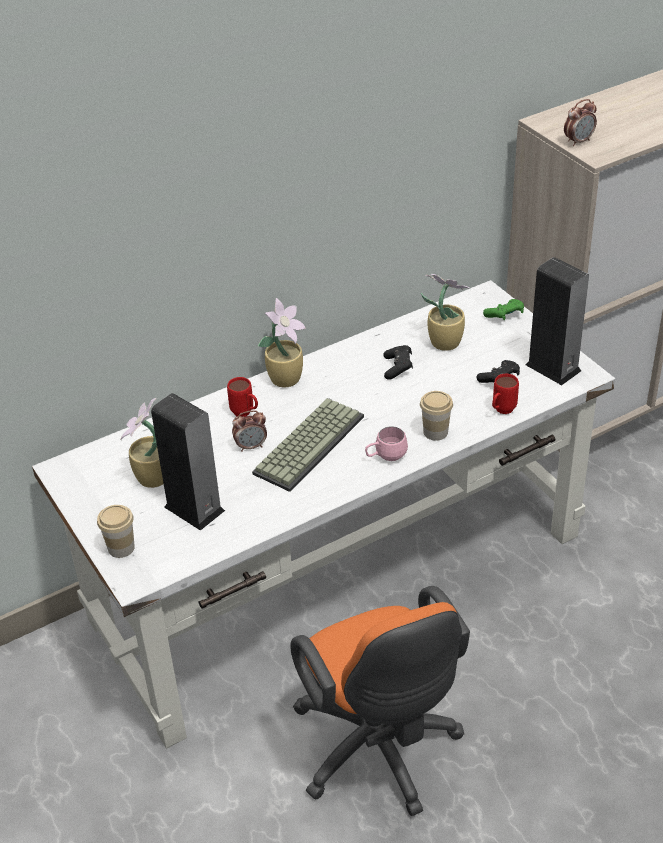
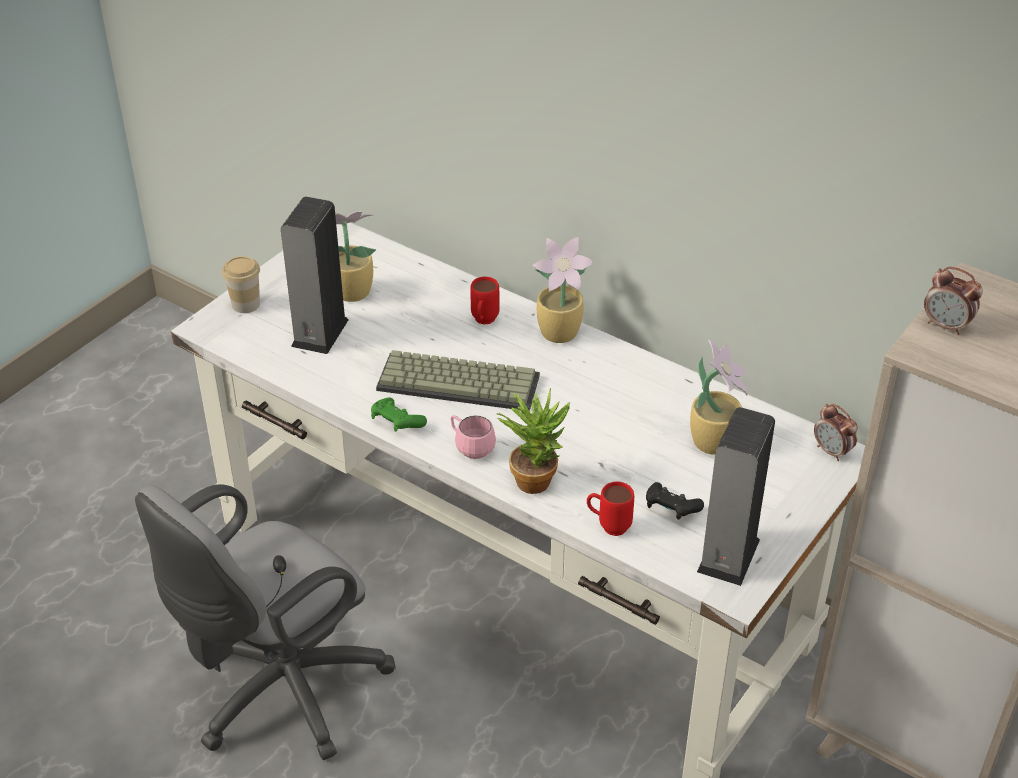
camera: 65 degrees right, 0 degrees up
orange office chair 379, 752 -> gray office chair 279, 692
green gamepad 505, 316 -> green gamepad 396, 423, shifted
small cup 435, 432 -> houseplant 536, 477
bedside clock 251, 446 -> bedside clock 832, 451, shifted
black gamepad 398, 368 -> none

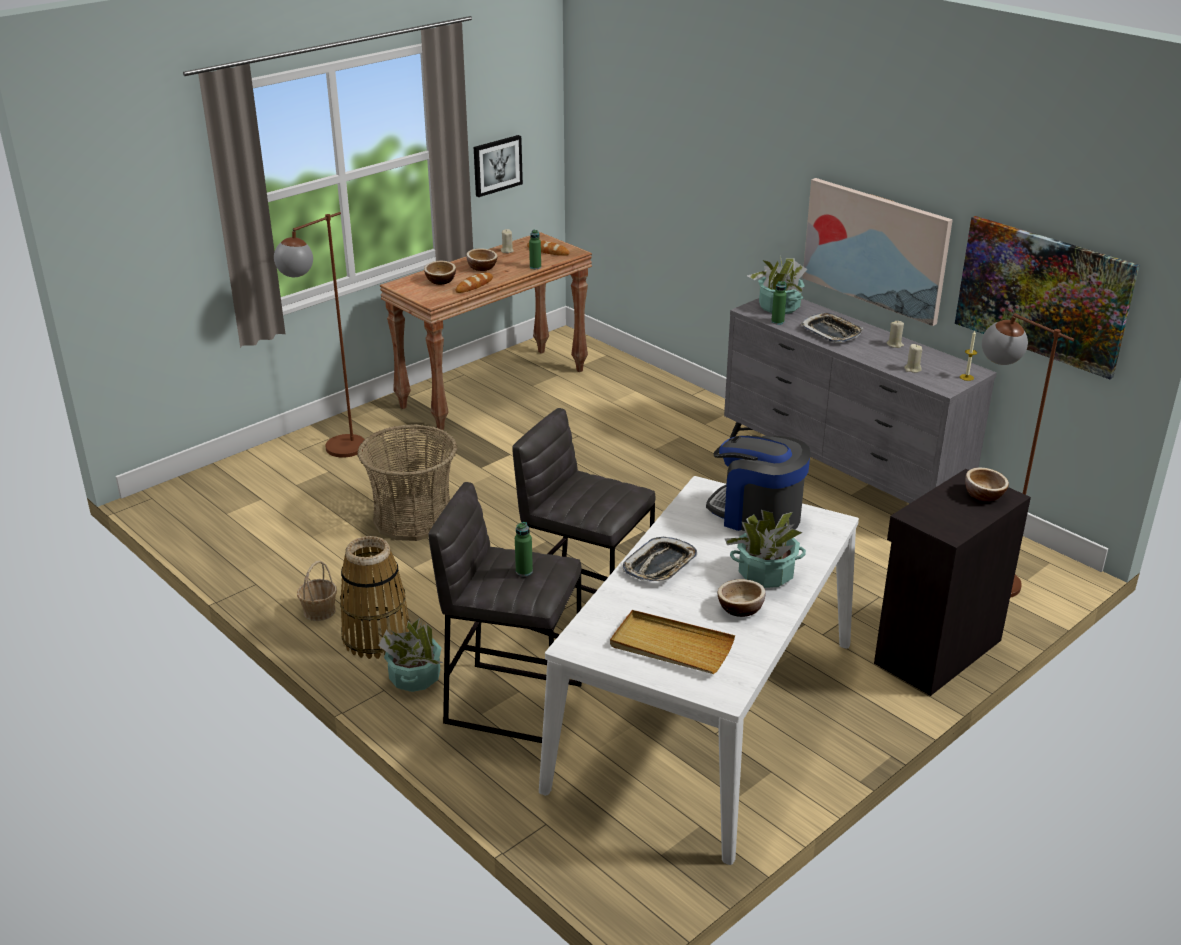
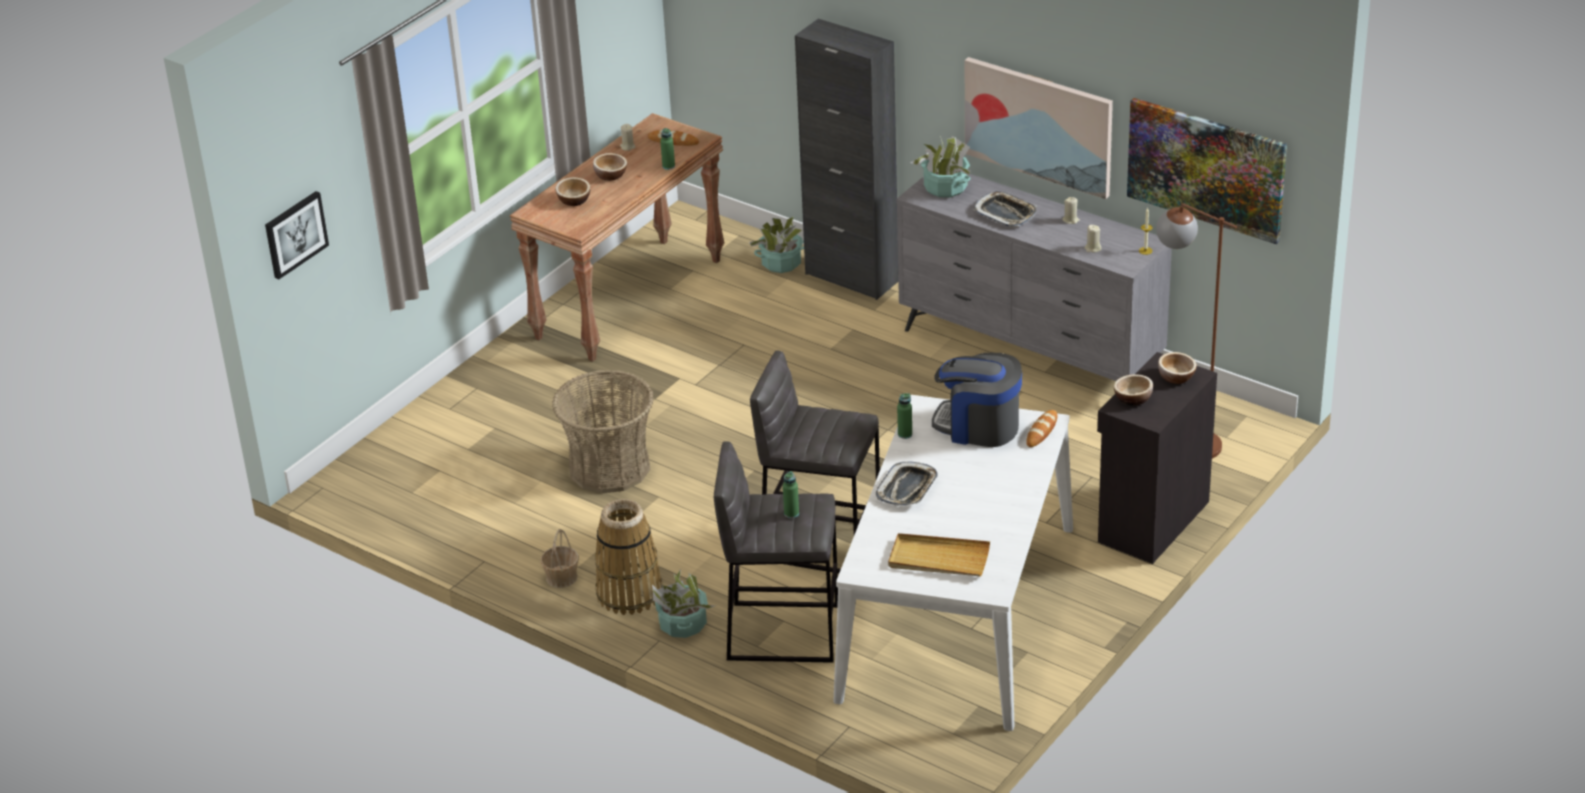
camera: 10 degrees left, 5 degrees up
wall picture 497, 165 -> wall picture 295, 234, shifted
houseplant 766, 574 -> houseplant 781, 263, shifted
none -> black cupboard 851, 277
green bottle 777, 322 -> green bottle 905, 434, shifted
bread 474, 285 -> bread 1042, 431, shifted
deep dish 740, 608 -> deep dish 1133, 399, shifted
brownish standard lamp 335, 453 -> none

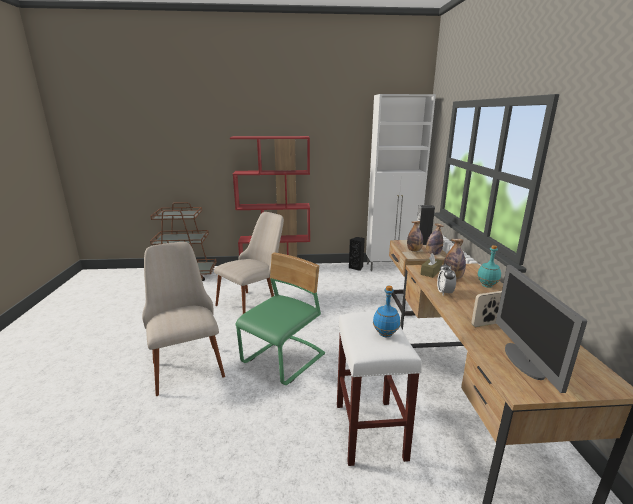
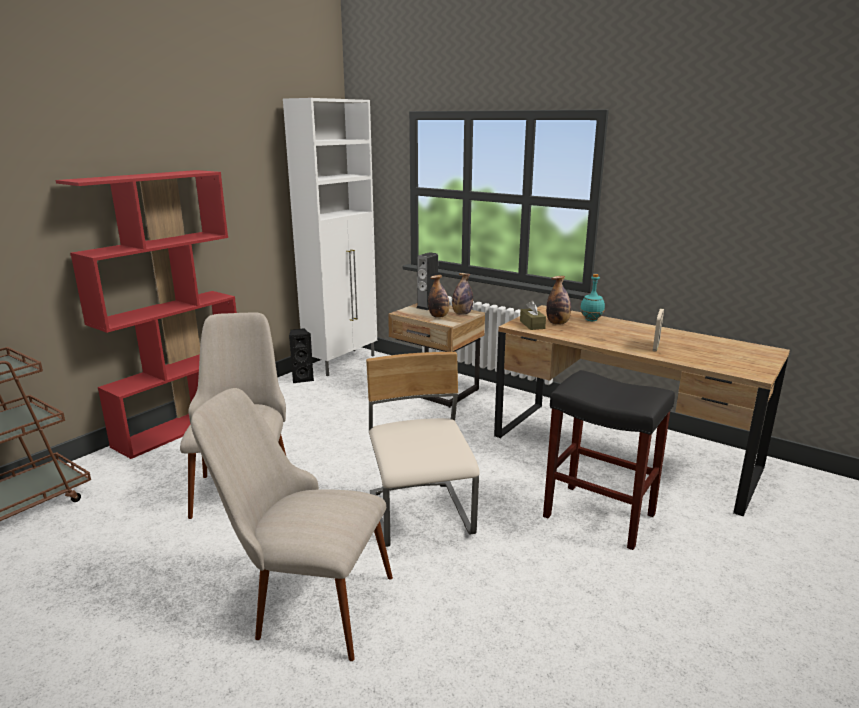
camera: 50 degrees left, 0 degrees up
green plain chair 284, 360 -> sand-coloured plain chair 421, 515
white sitting stool 369, 429 -> black sitting stool 597, 515
blue-coloured bottle 385, 334 -> none
bedside clock 444, 293 -> none
monitor 524, 361 -> none

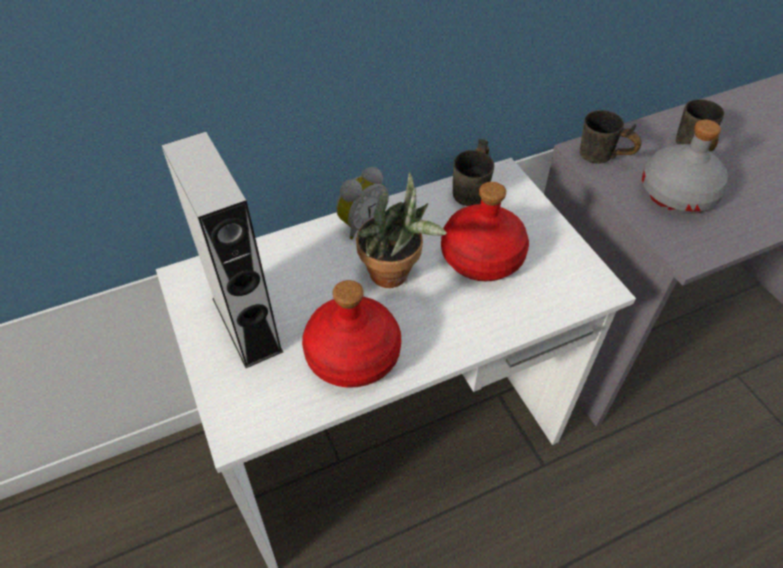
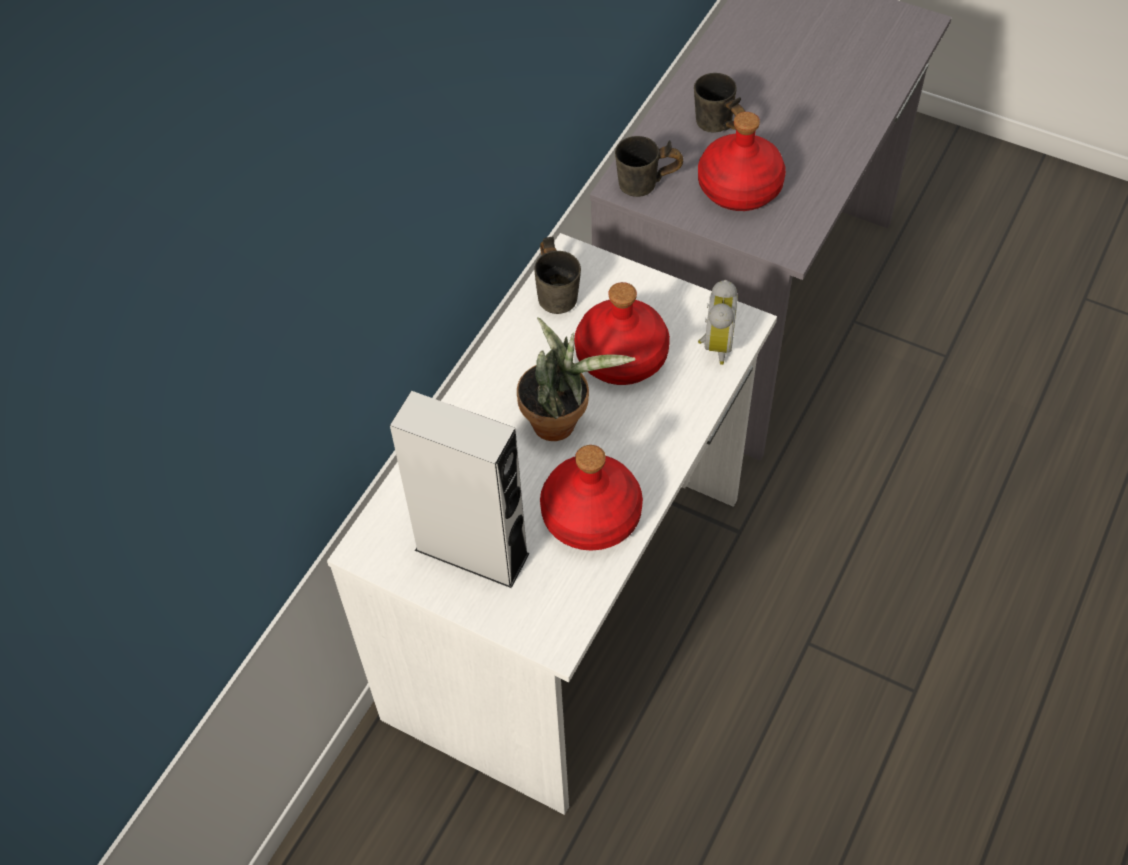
camera: 35 degrees left, 5 degrees up
gray bottle 678, 195 -> red-coloured bottle 740, 188
bedside clock 361, 224 -> bedside clock 714, 344, shifted

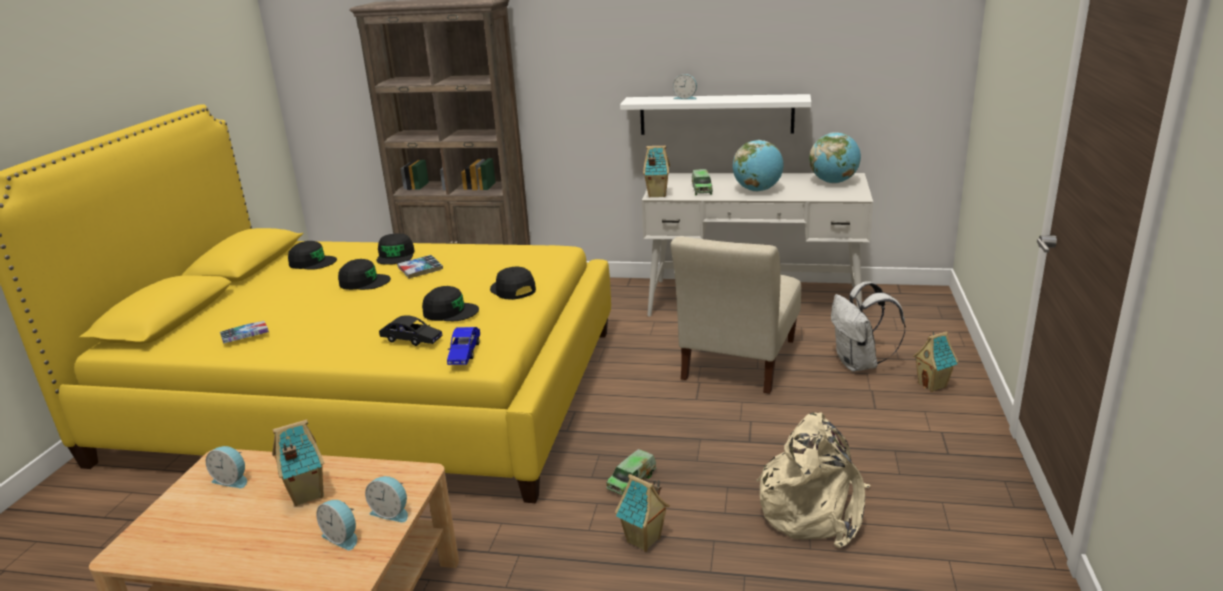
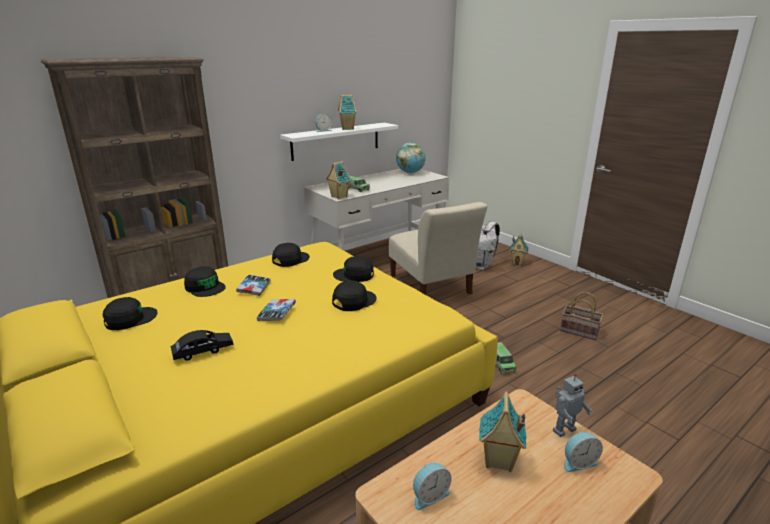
camera: 50 degrees left, 0 degrees up
black toy car 411, 340 -> black toy car 203, 351, shifted
volume 245, 336 -> volume 277, 313, shifted
black cap 364, 282 -> black cap 290, 259, shifted
toy house 644, 541 -> toy house 348, 129, shifted
bedside clock 391, 512 -> toy robot 563, 429
sand-coloured backpack 814, 509 -> household basket 580, 331
blue-coloured toy car 465, 353 -> none
desk globe 757, 190 -> none

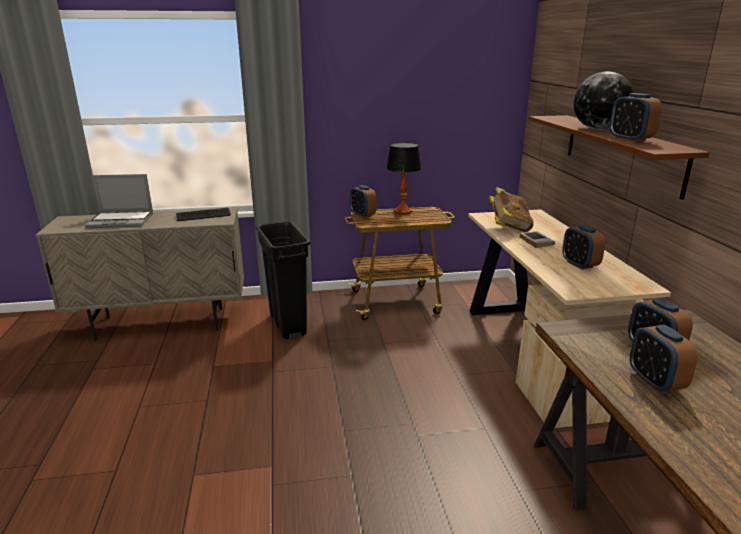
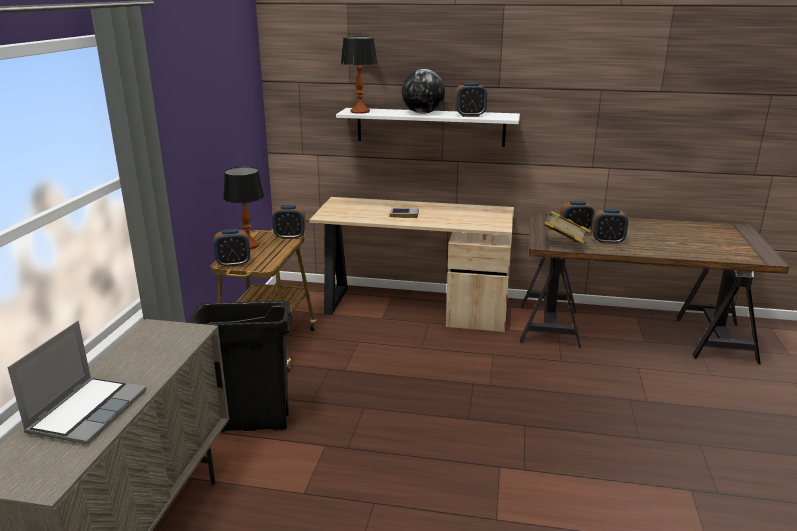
camera: 70 degrees left, 0 degrees up
bedside clock 579, 264 -> bedside clock 290, 237, shifted
brownish wall shelf 621, 152 -> white wall shelf 430, 127
none -> table lamp 360, 111
volume 508, 227 -> volume 563, 245, shifted
keyboard 203, 215 -> none

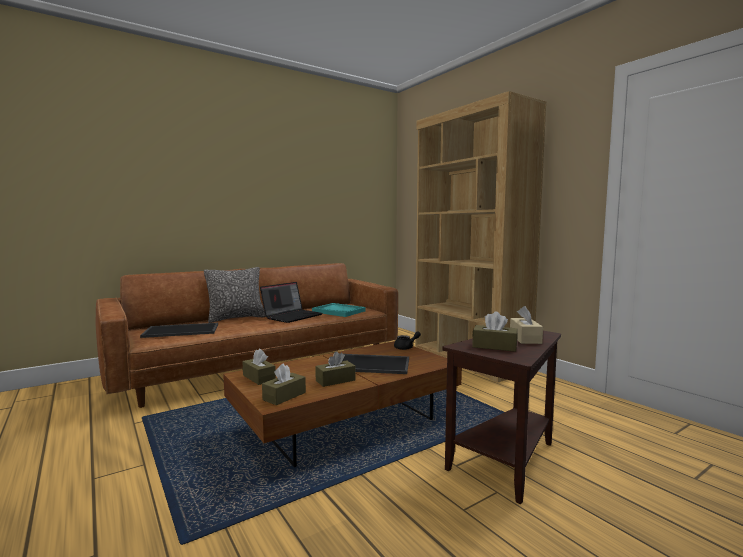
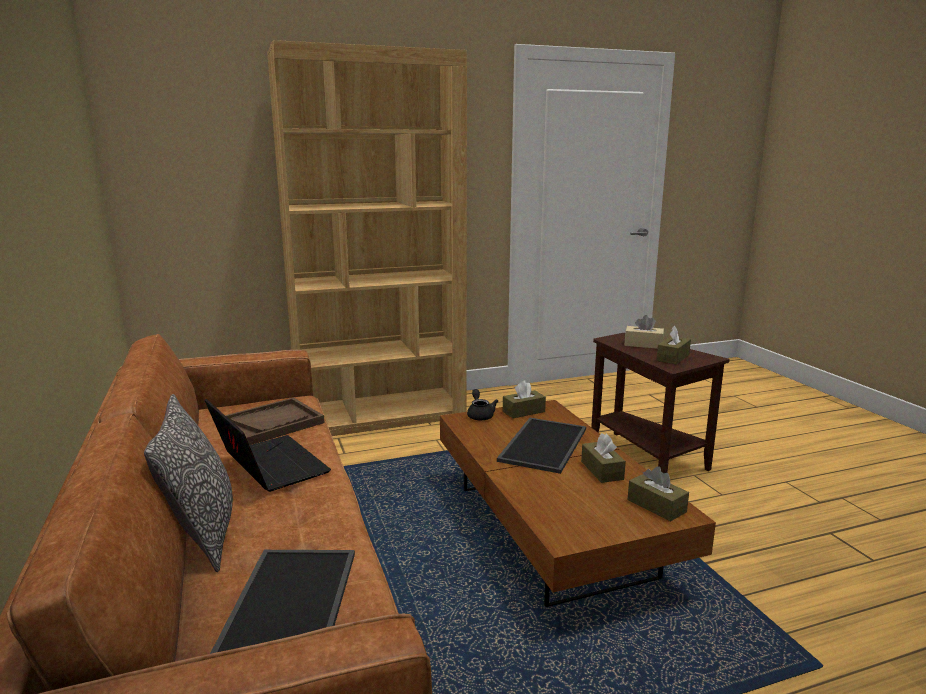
camera: 75 degrees left, 10 degrees up
turquoise-coloured carrying tray 339, 311 -> brownish carrying tray 271, 423
brownish box of tissues 259, 378 -> brownish box of tissues 523, 411, shifted

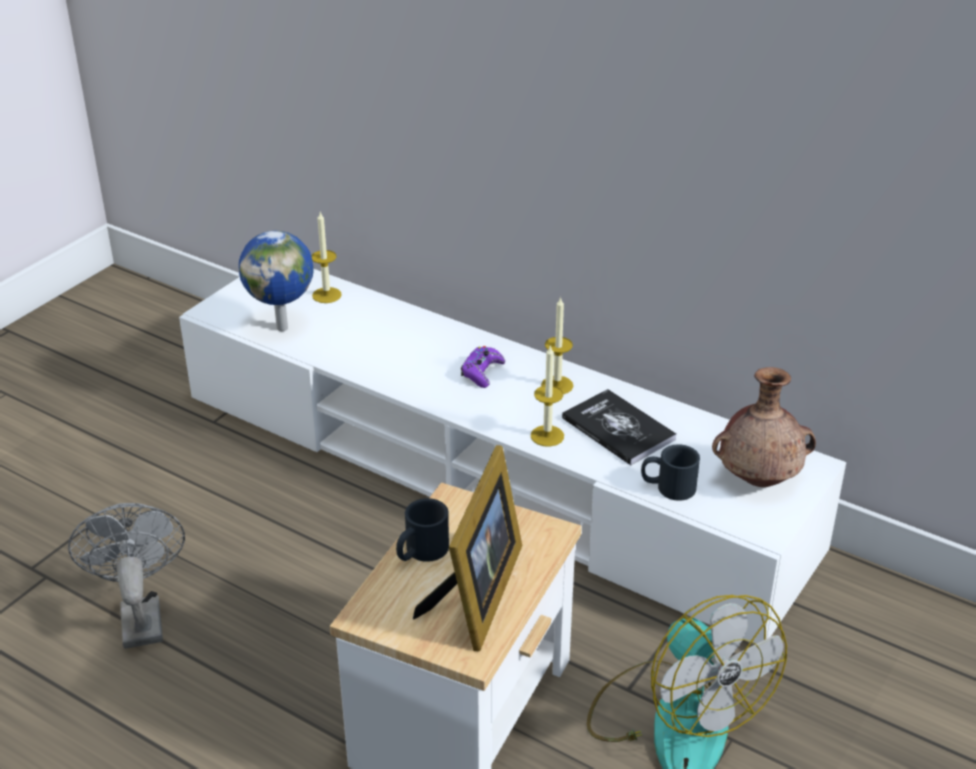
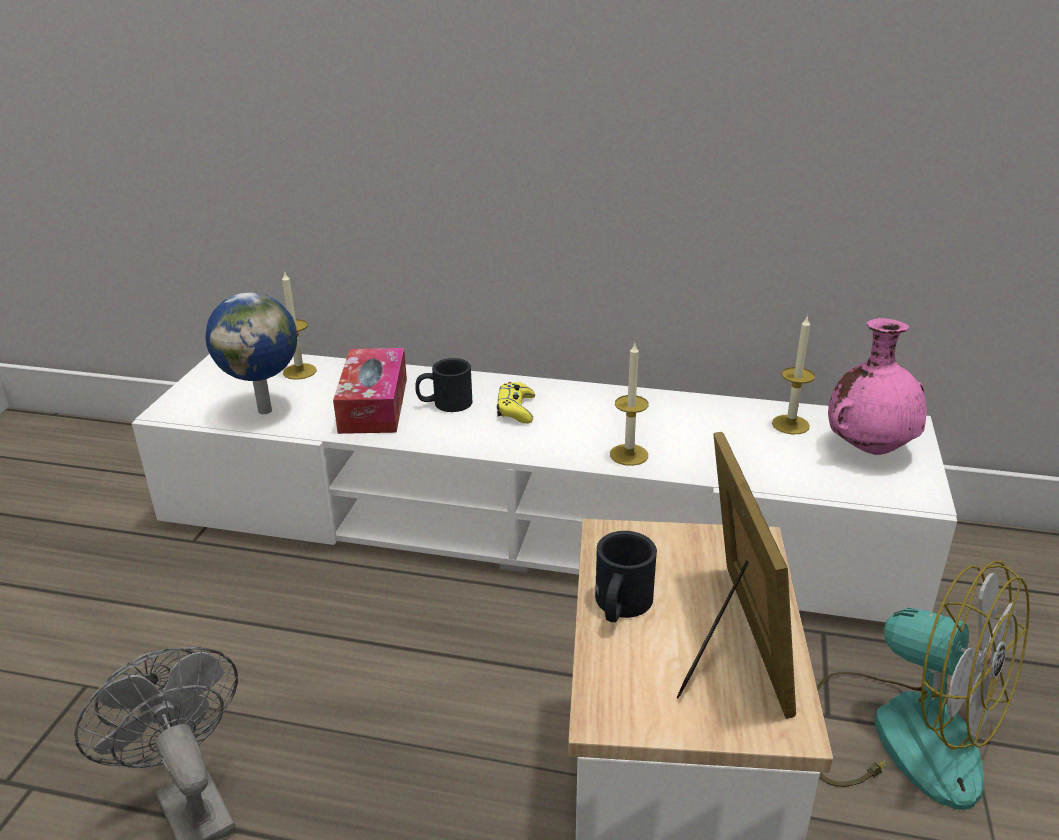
camera: 20 degrees left, 5 degrees down
none -> box of tissues 373, 405
black mug 668, 487 -> black mug 444, 403, shifted
purple-coloured gamepad 482, 372 -> yellow-coloured gamepad 516, 409
wax light 557, 385 -> wax light 790, 424, shifted
brownish vase 759, 479 -> pink-coloured vase 870, 448
volume 618, 429 -> none

